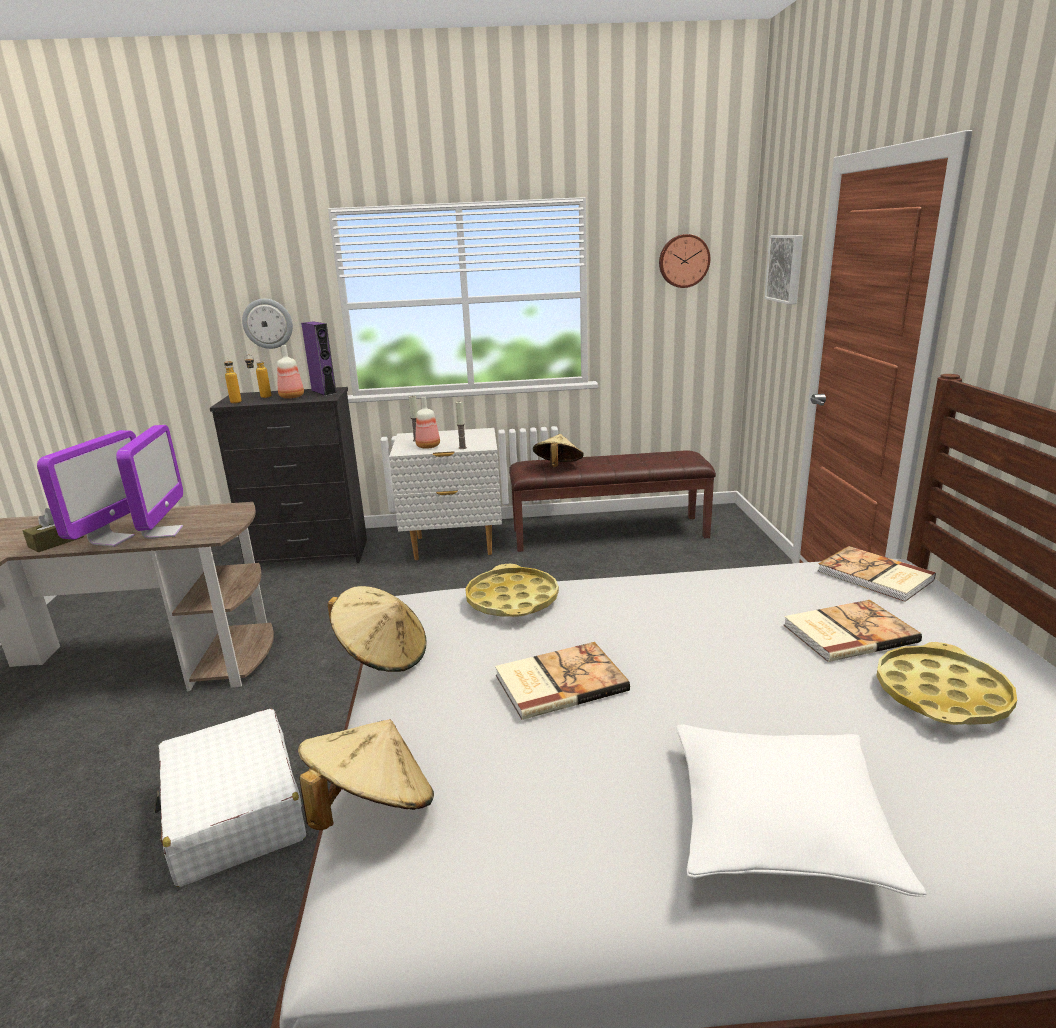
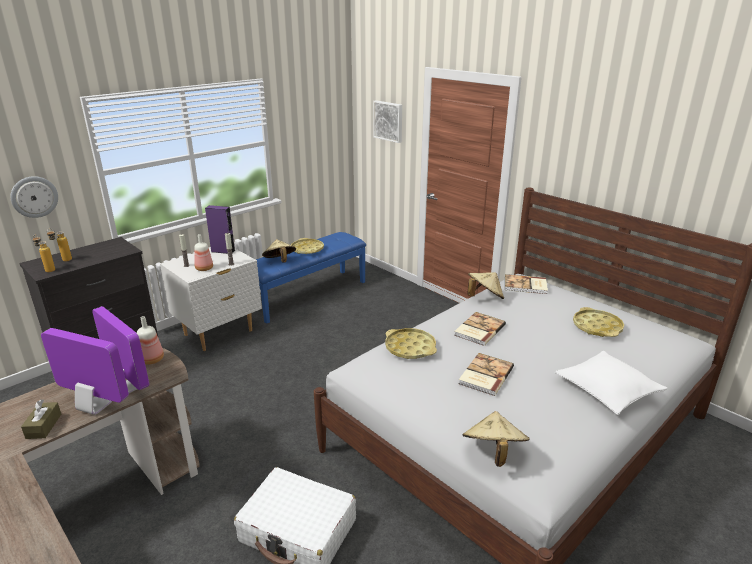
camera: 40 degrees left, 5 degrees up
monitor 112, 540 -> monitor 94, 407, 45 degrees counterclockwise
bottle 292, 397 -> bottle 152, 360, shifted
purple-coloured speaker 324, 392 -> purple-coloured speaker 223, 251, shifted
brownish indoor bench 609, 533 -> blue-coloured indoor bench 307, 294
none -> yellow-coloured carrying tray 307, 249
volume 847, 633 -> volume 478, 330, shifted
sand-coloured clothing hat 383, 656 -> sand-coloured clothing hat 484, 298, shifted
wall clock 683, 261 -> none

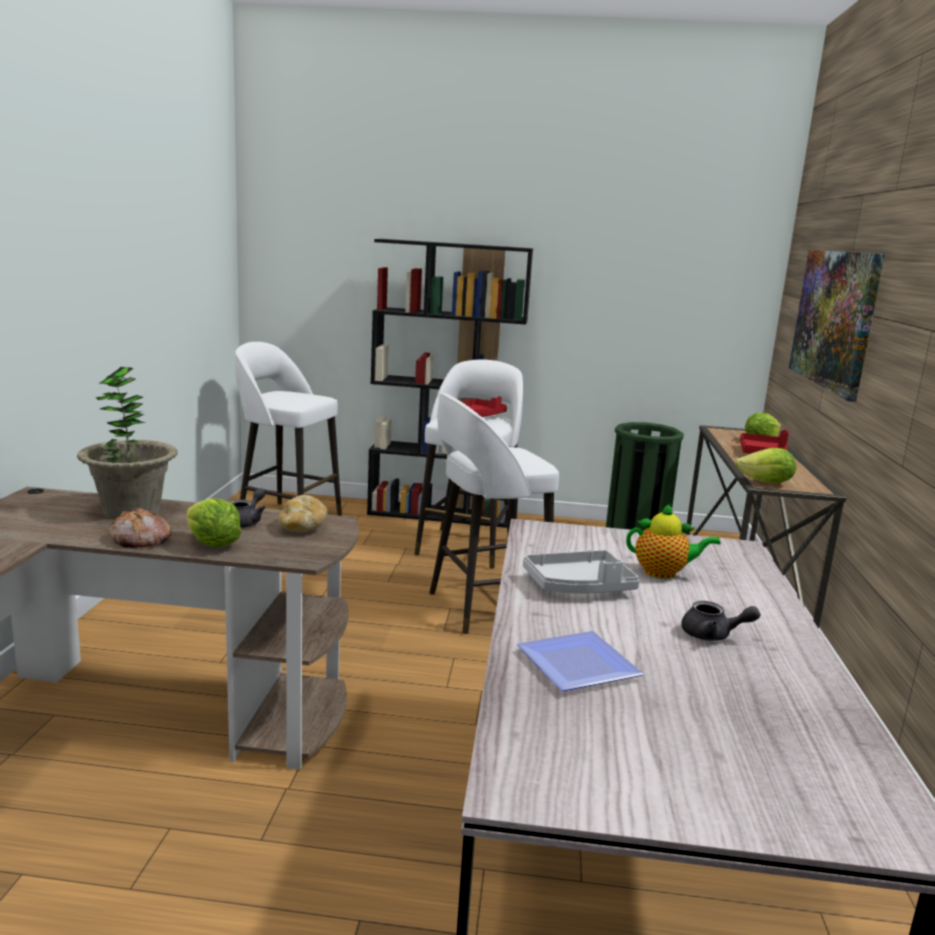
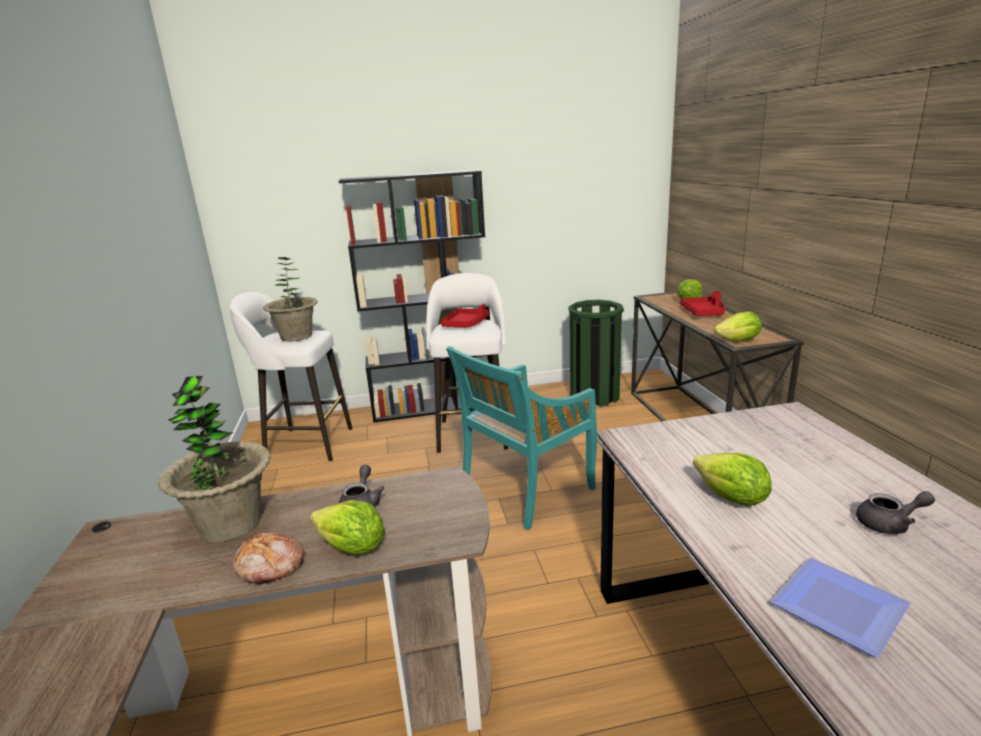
camera: 15 degrees left, 5 degrees up
none -> houseplant 296, 336
white sitting stool 485, 607 -> turquoise-coloured plain chair 525, 489
gray carrying tray 579, 586 -> lettuce head 731, 498
bread 302, 528 -> none
teapot 664, 573 -> none
wall picture 834, 319 -> none

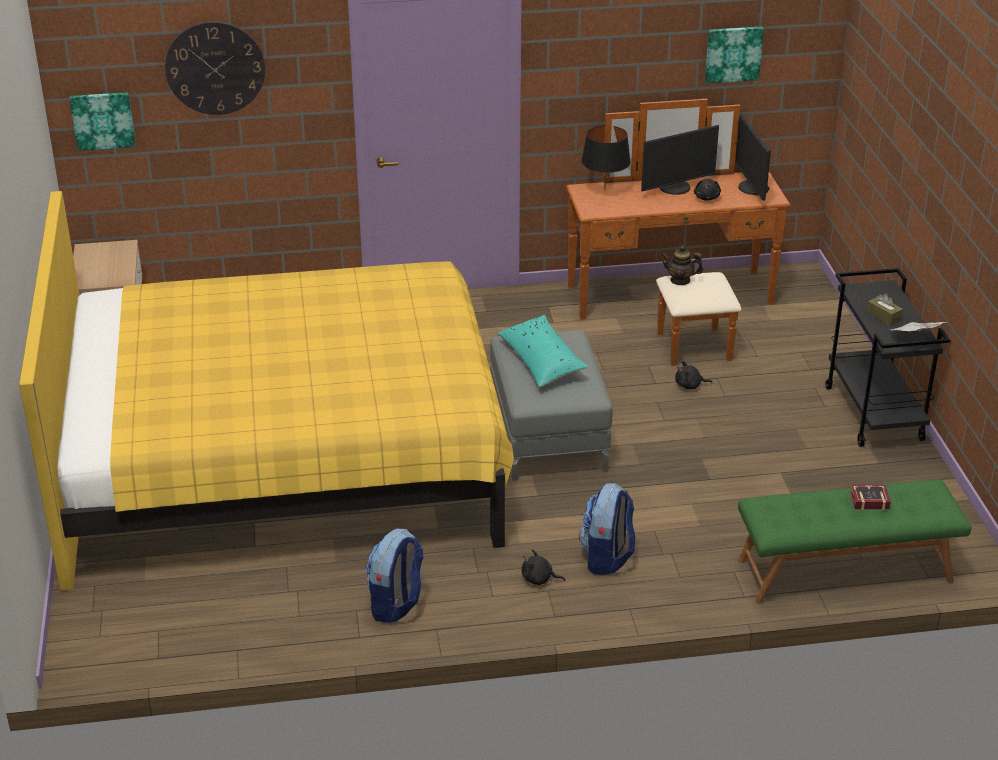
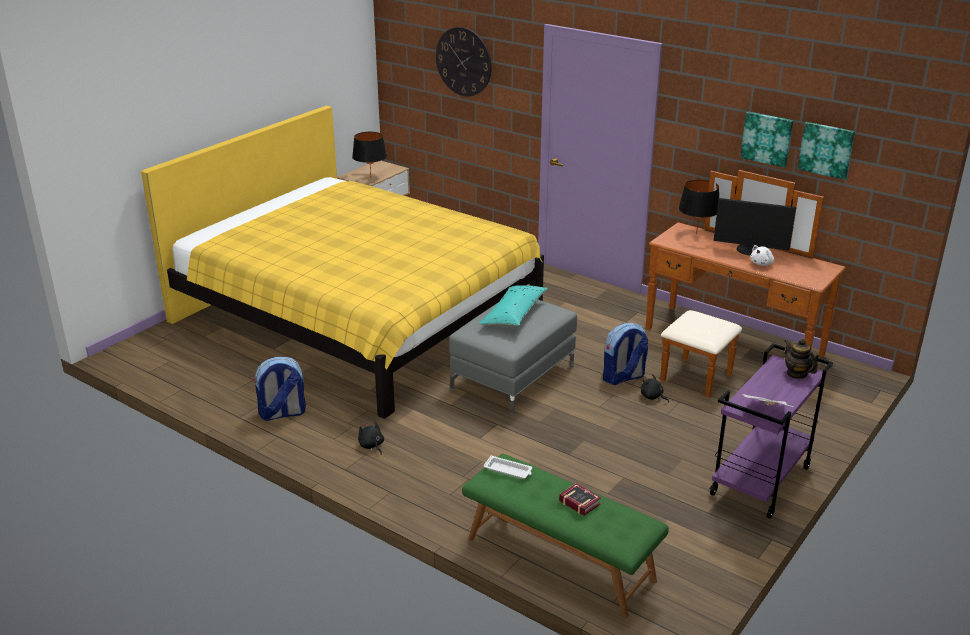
camera: 45 degrees right, 5 degrees down
none -> black table lamp 370, 177
none -> white carrying tray 508, 470
backpack 607, 558 -> backpack 623, 378, shifted
black wheeled cart 875, 414 -> purple-coloured wheeled cart 761, 482
wall picture 103, 120 -> wall picture 767, 138, shifted
black plush toy 707, 197 -> white plush toy 762, 263
teapot 680, 280 -> teapot 797, 374, shifted
monitor 752, 188 -> none
brownish box of tissues 883, 316 -> none

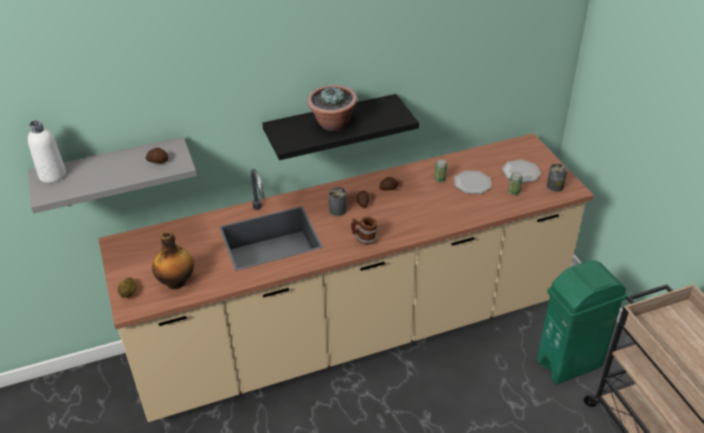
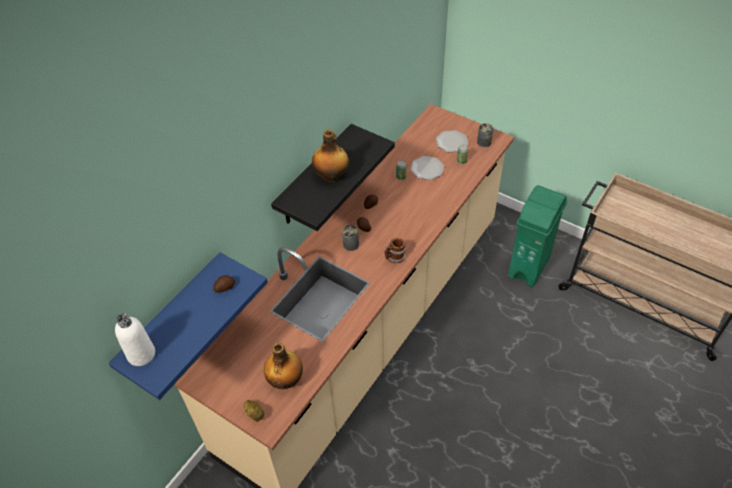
camera: 35 degrees left, 10 degrees up
gray wall shelf 113, 172 -> blue-coloured wall shelf 173, 318
houseplant 333, 124 -> bottle 331, 176

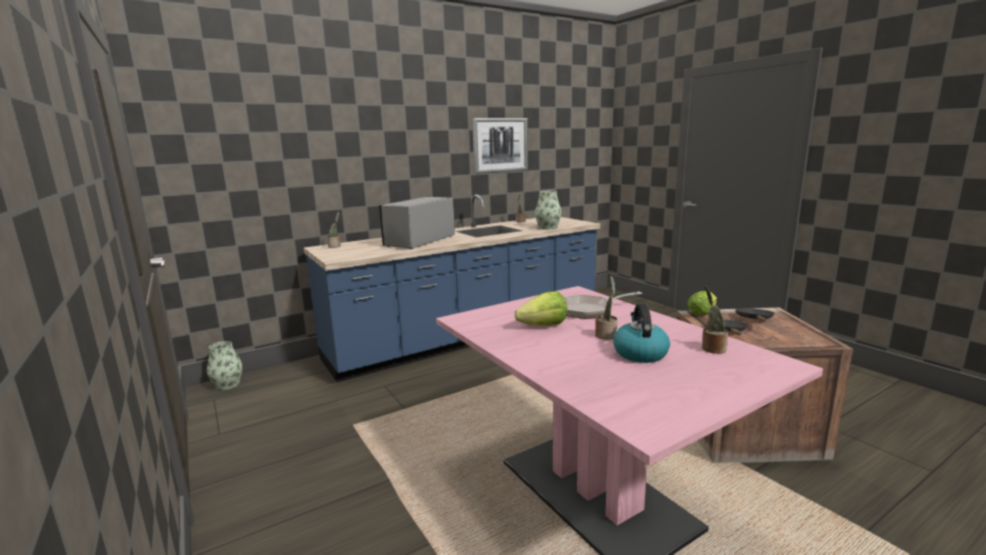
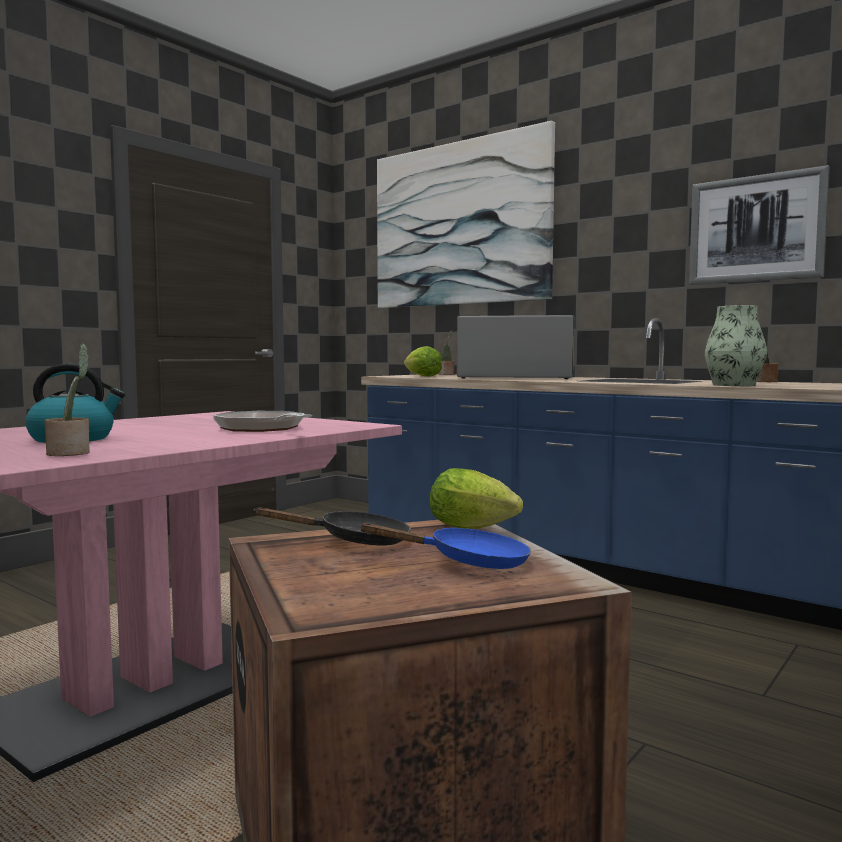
camera: 70 degrees right, 10 degrees down
black skillet 754, 319 -> blue-coloured skillet 468, 562
none -> wall picture 459, 224
lettuce head 544, 326 -> lettuce head 422, 376, shifted
vase 228, 384 -> none
houseplant 606, 335 -> none

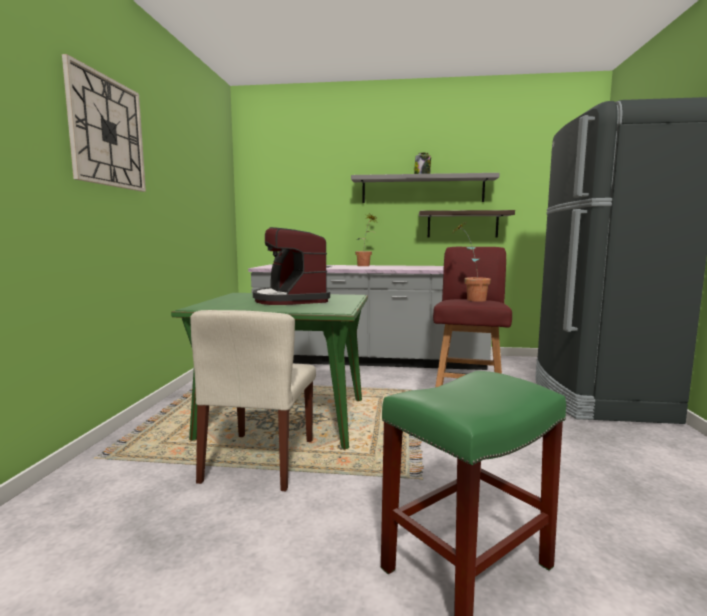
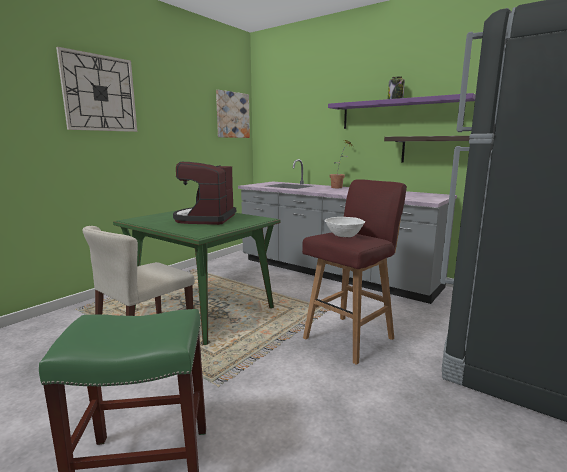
camera: 30 degrees right, 5 degrees up
none -> wall picture 232, 115
houseplant 470, 299 -> white deep dish 344, 235
gray wall shelf 422, 189 -> purple-coloured wall shelf 399, 114

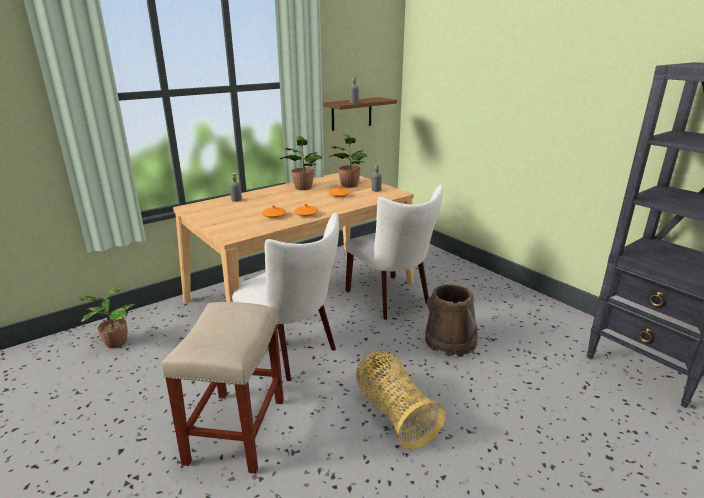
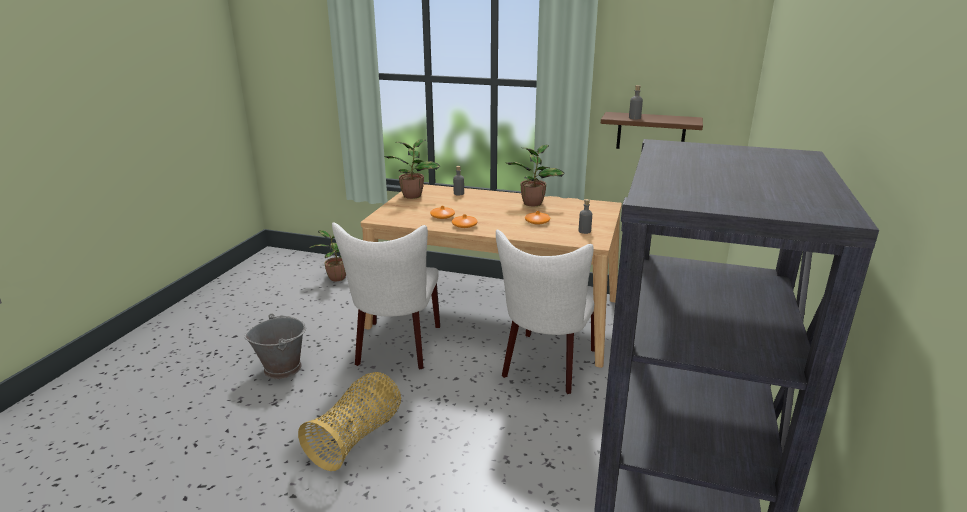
camera: 55 degrees right, 0 degrees up
sand-coloured sitting stool 237, 429 -> gray bucket 283, 368
houseplant 348, 185 -> houseplant 413, 195, shifted
brownish bucket 450, 341 -> none

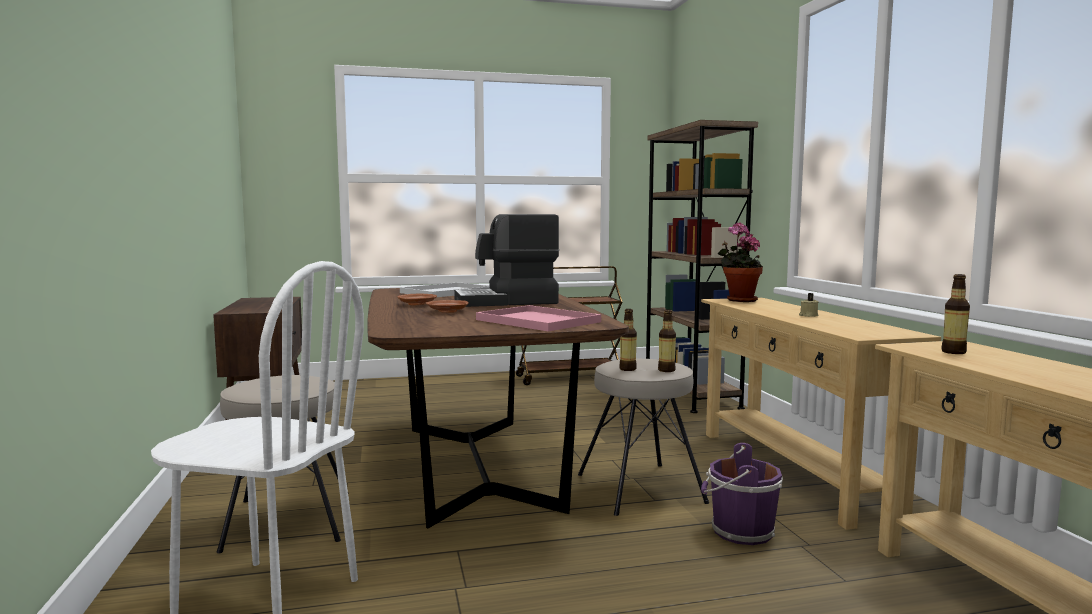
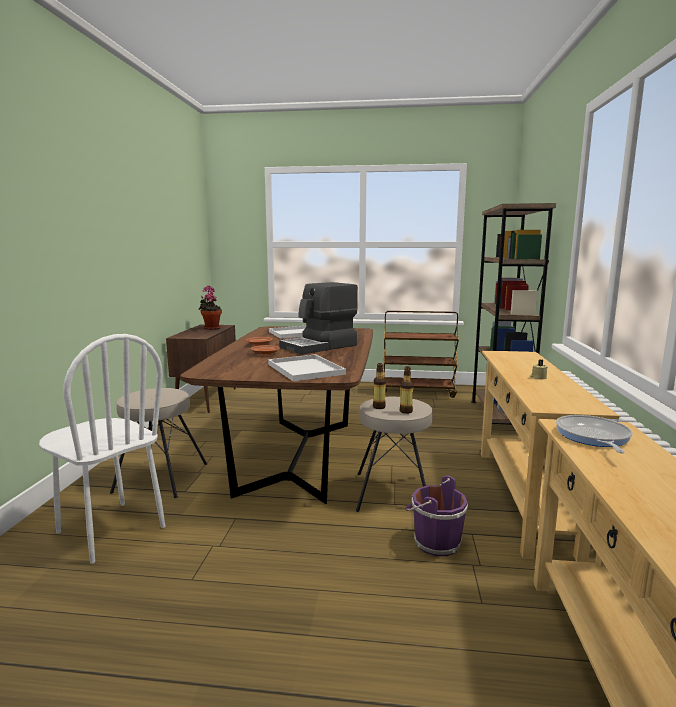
camera: 20 degrees right, 5 degrees up
houseplant 739, 300 -> houseplant 211, 328, shifted
pink-coloured carrying tray 540, 321 -> white carrying tray 306, 369
coffee machine 507, 302 -> coffee machine 320, 346, 45 degrees counterclockwise
bottle 953, 352 -> skillet 593, 437

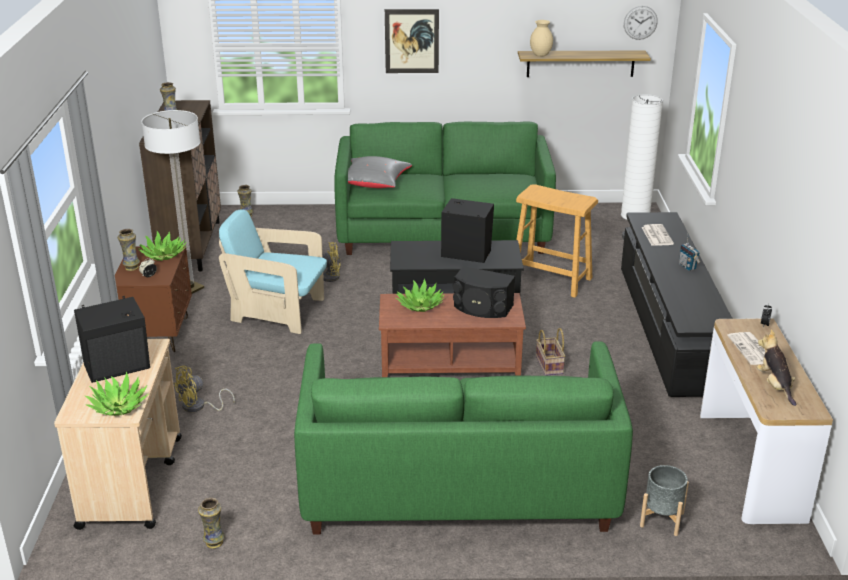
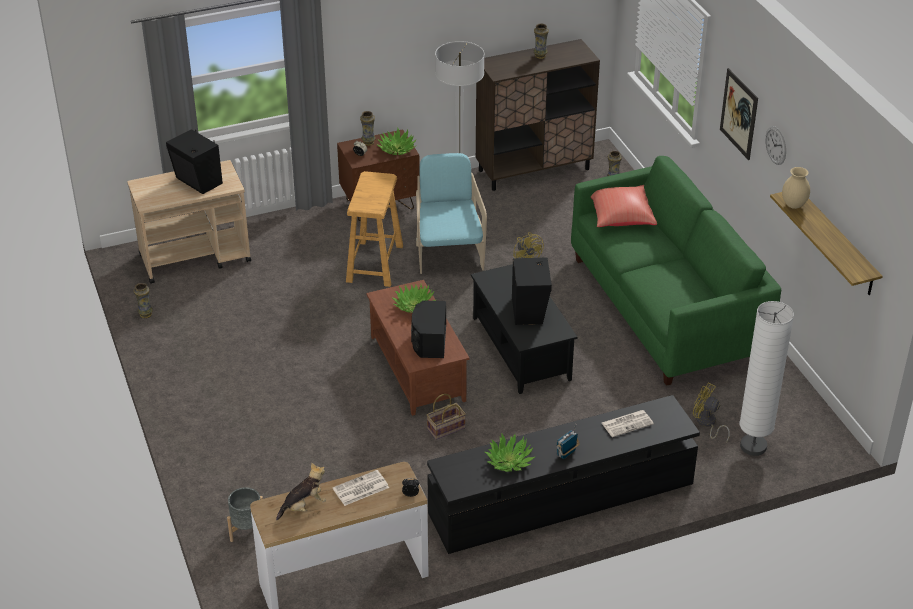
camera: 70 degrees right, 10 degrees up
sand-coloured sitting stool 550, 279 -> sand-coloured sitting stool 375, 263, shifted
houseplant 118, 406 -> houseplant 509, 461, shifted
gray pillow 373, 184 -> red-coloured pillow 620, 217
yellow-coloured electric fan 198, 407 -> yellow-coloured electric fan 707, 423, shifted
wall clock 640, 22 -> wall clock 776, 145, shifted
green couch 457, 485 -> none

